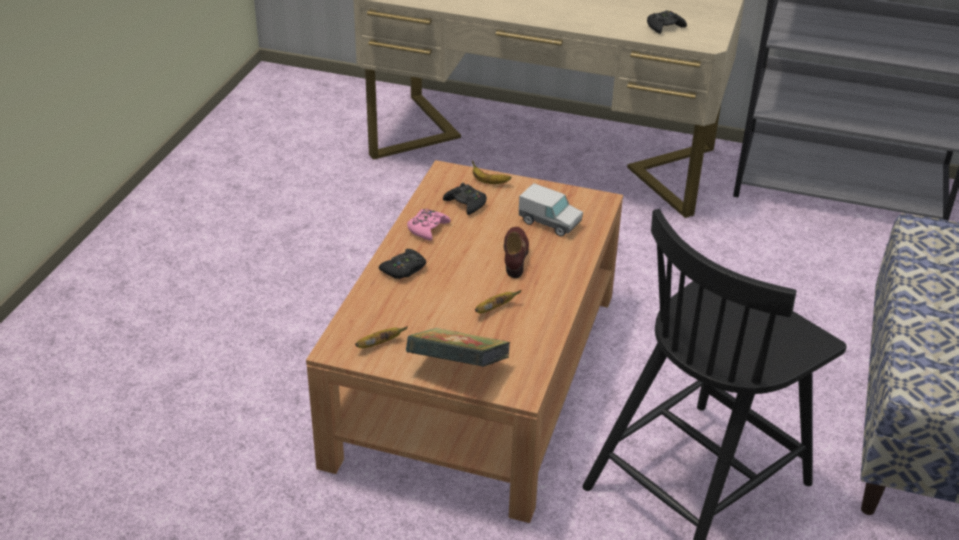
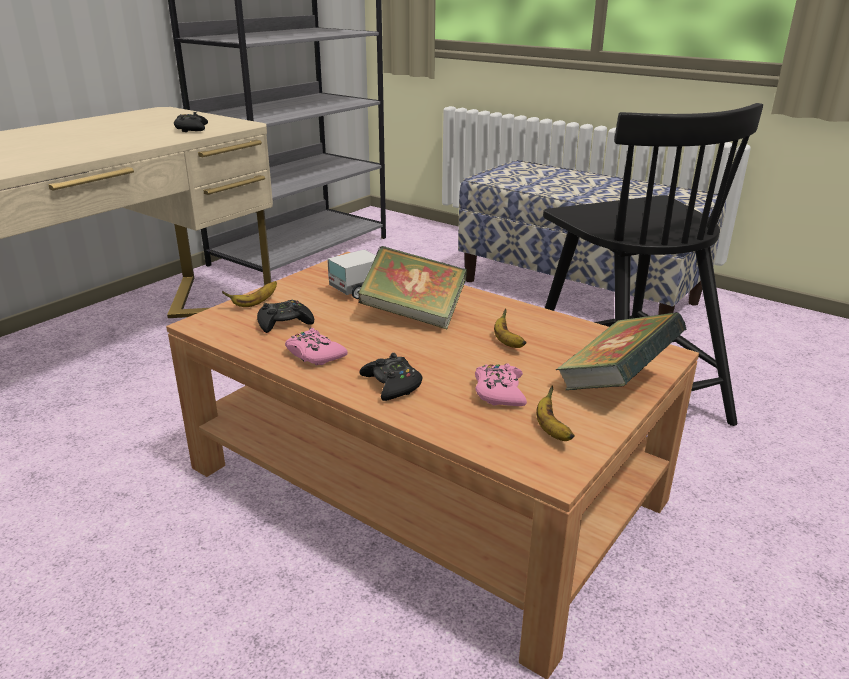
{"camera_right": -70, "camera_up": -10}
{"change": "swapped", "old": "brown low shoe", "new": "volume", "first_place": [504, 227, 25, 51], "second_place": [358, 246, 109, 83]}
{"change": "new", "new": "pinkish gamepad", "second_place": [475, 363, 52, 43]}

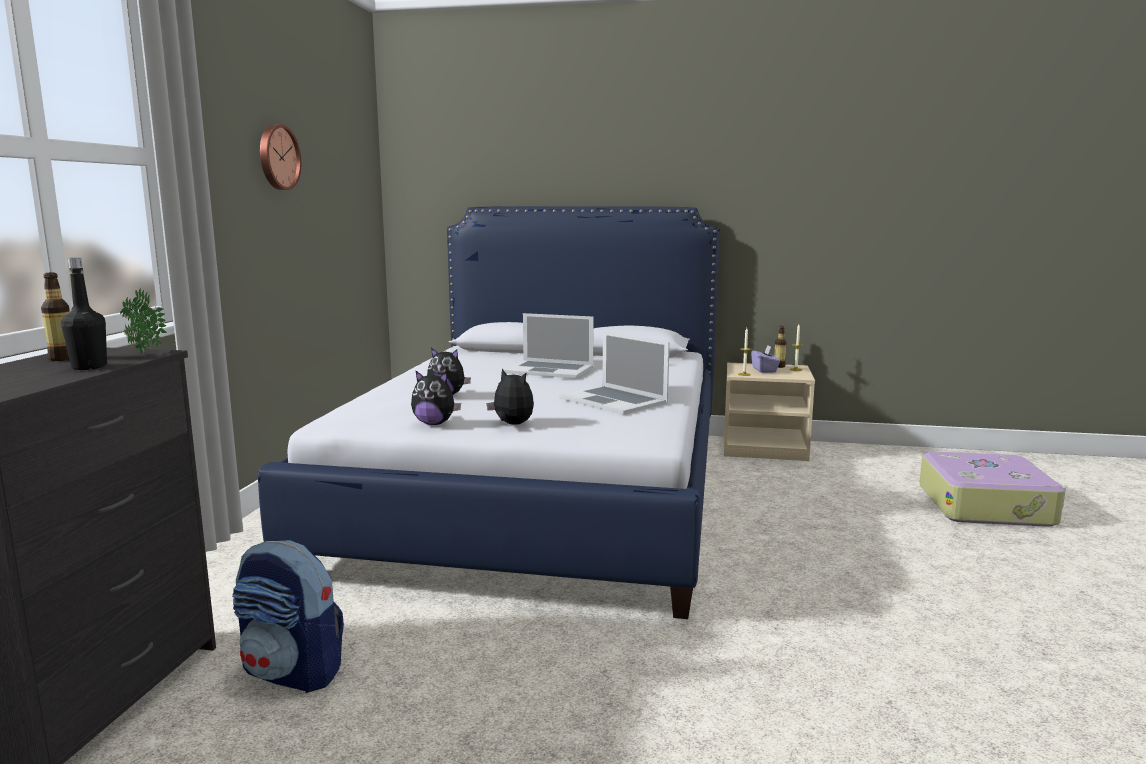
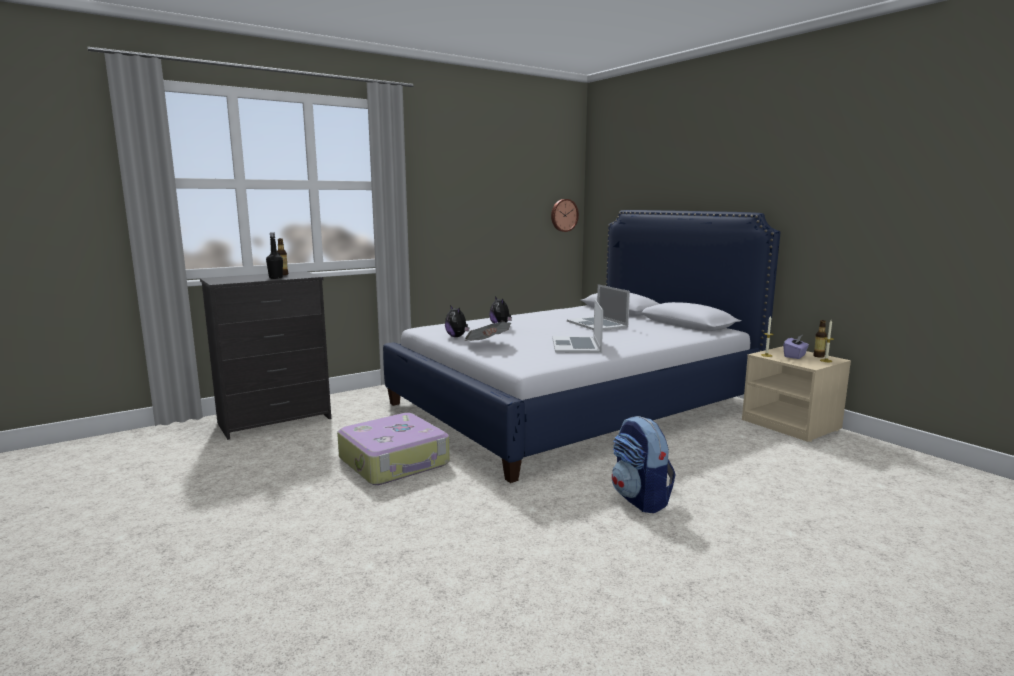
{"camera_right": 45, "camera_up": 0}
{"change": "shifted", "old": "suitcase", "first_place": [919, 452, 147, 75], "second_place": [337, 413, 113, 72]}
{"change": "swapped", "old": "soft toy", "new": "printed paper", "first_place": [487, 368, 47, 57], "second_place": [464, 321, 47, 20]}
{"change": "shifted", "old": "wall clock", "first_place": [260, 124, 41, 66], "second_place": [551, 199, 28, 33]}
{"change": "shifted", "old": "knapsack", "first_place": [232, 540, 112, 153], "second_place": [612, 416, 64, 97]}
{"change": "gone", "old": "potted plant", "first_place": [120, 288, 47, 66]}

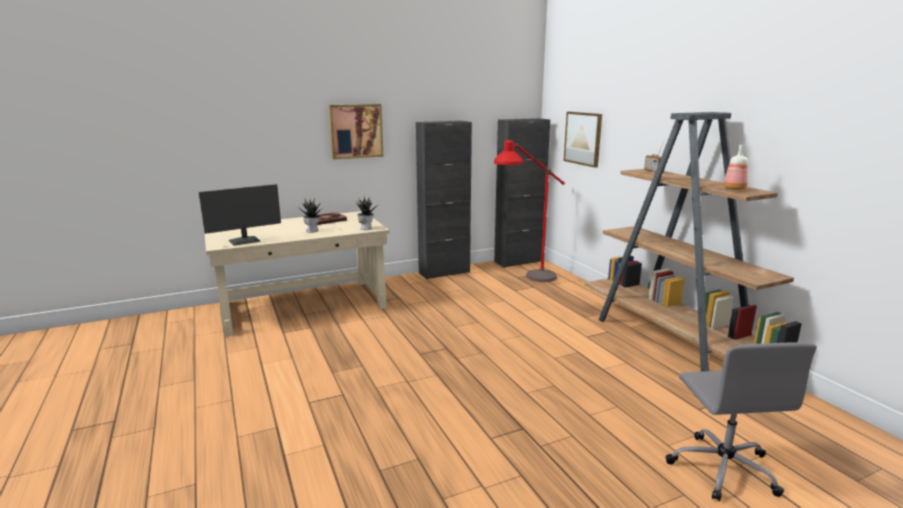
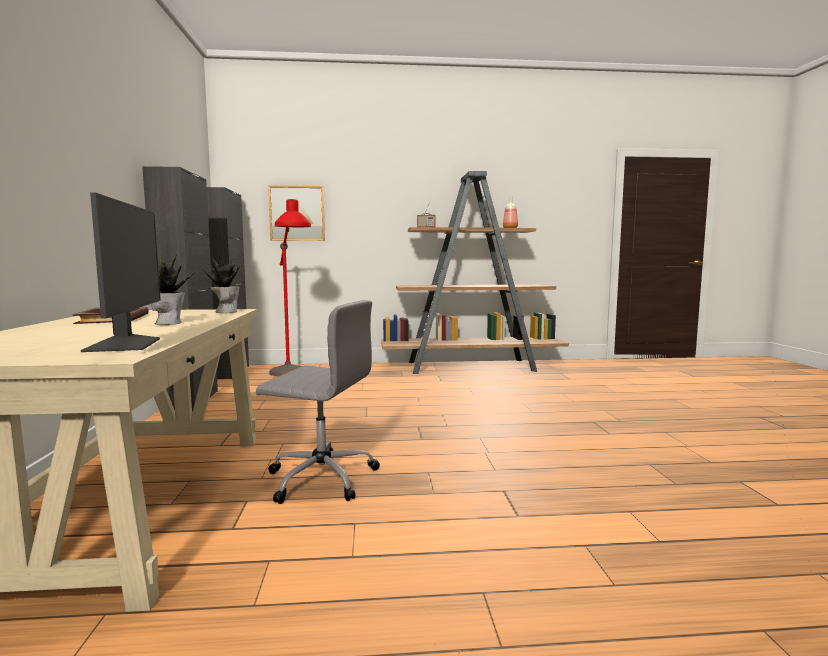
{"camera_right": -70, "camera_up": -10}
{"change": "shifted", "old": "grey computer chair", "first_place": [665, 342, 152, 159], "second_place": [256, 300, 124, 204]}
{"change": "gone", "old": "wall picture", "first_place": [329, 104, 55, 56]}

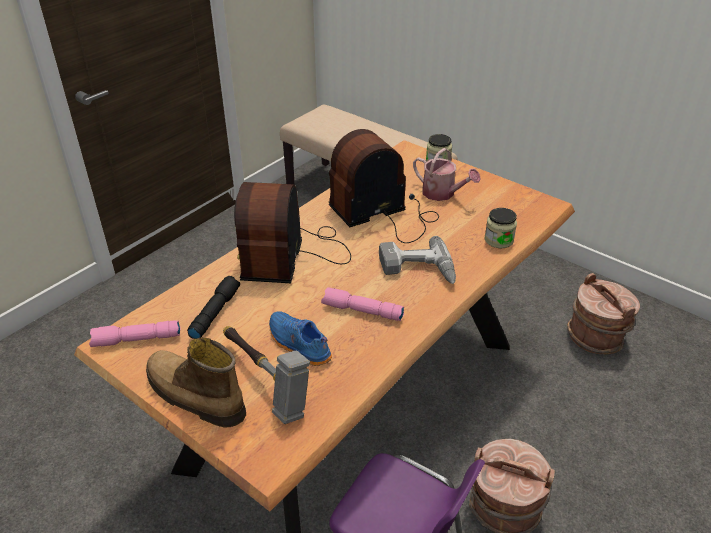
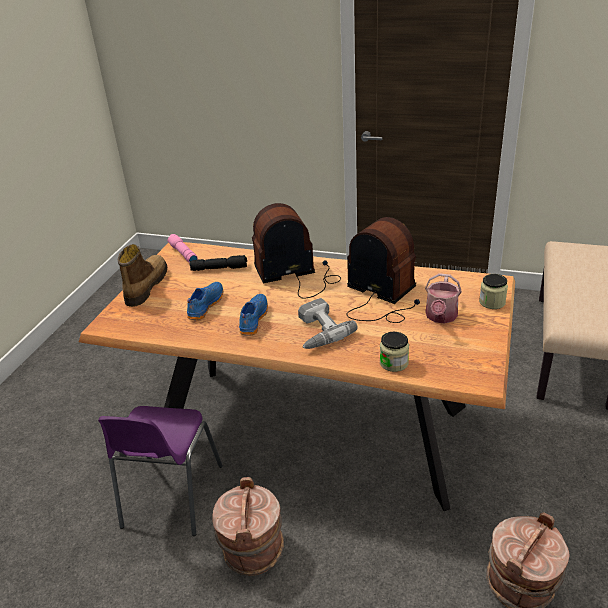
{"camera_right": 70, "camera_up": -5}
{"change": "swapped", "old": "pinkish flashlight", "new": "blue low shoe", "first_place": [321, 287, 83, 34], "second_place": [239, 294, 29, 42]}
{"change": "gone", "old": "hammer", "first_place": [223, 326, 87, 98]}

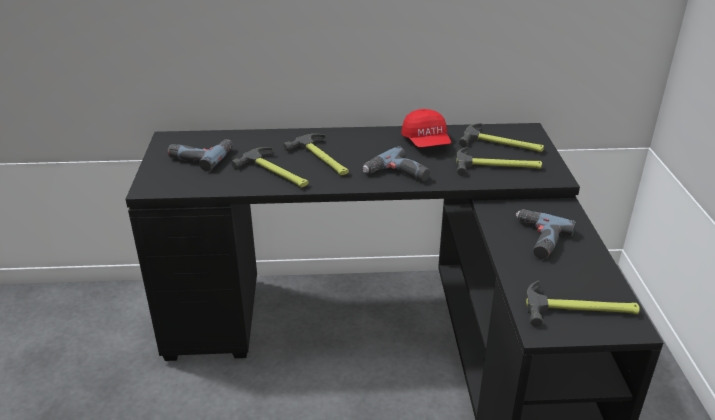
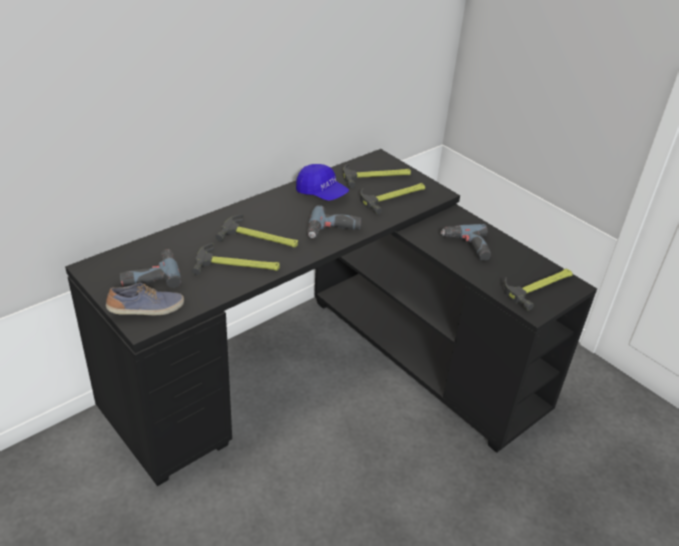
{"camera_right": -40, "camera_up": 5}
{"change": "new", "new": "low shoe", "second_place": [106, 283, 78, 33]}
{"change": "repainted", "old": "red baseball cap", "new": "blue baseball cap", "first_place": [401, 109, 50, 38], "second_place": [296, 164, 53, 37]}

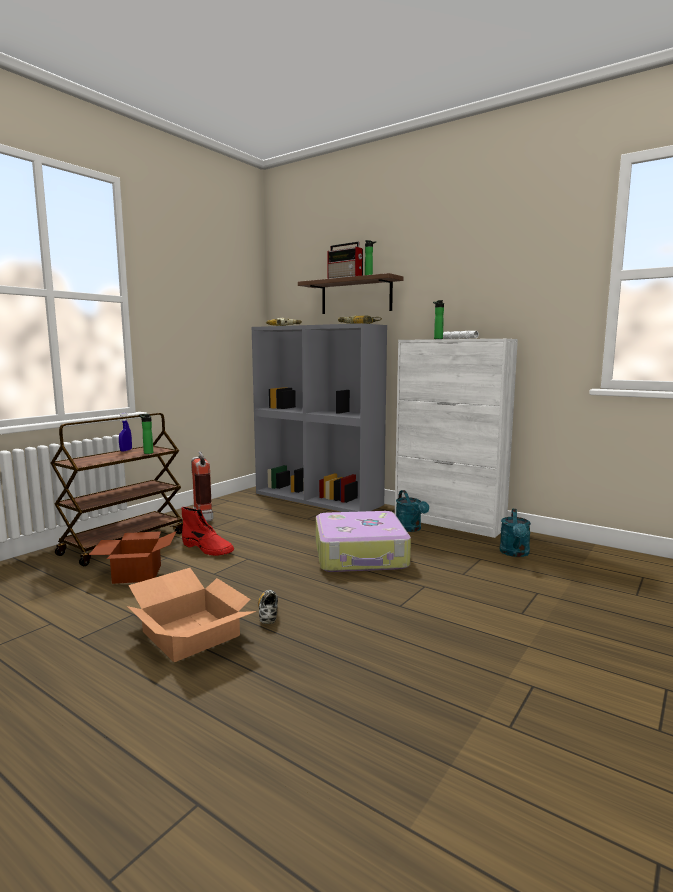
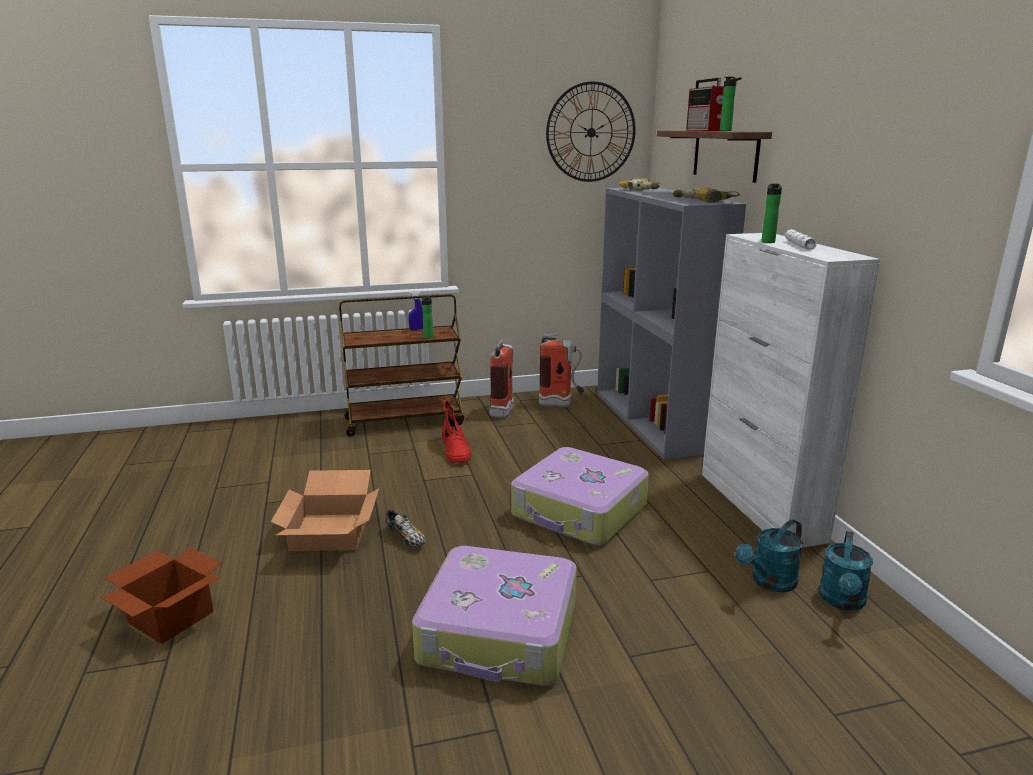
{"camera_right": 40, "camera_up": 10}
{"change": "shifted", "old": "packing box", "first_place": [89, 531, 88, 53], "second_place": [101, 548, 121, 96]}
{"change": "rotated", "old": "low shoe", "first_place": [258, 590, 20, 34], "second_place": [385, 509, 41, 38], "degrees": 105}
{"change": "new", "new": "suitcase", "second_place": [412, 546, 165, 140]}
{"change": "new", "new": "fire-fighting cylinder", "second_place": [538, 333, 47, 74]}
{"change": "new", "new": "wall clock", "second_place": [546, 81, 89, 101]}
{"change": "shifted", "old": "turquoise sprinkling can", "first_place": [396, 490, 33, 42], "second_place": [819, 531, 54, 80]}

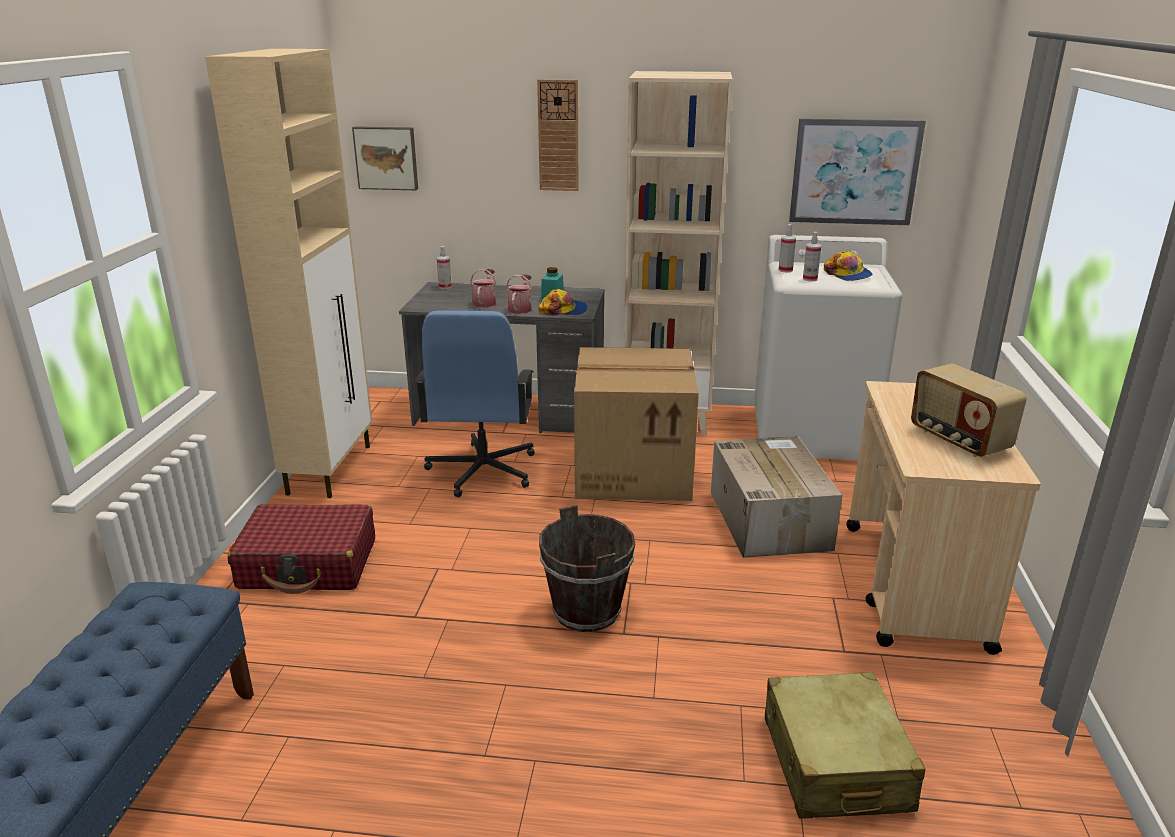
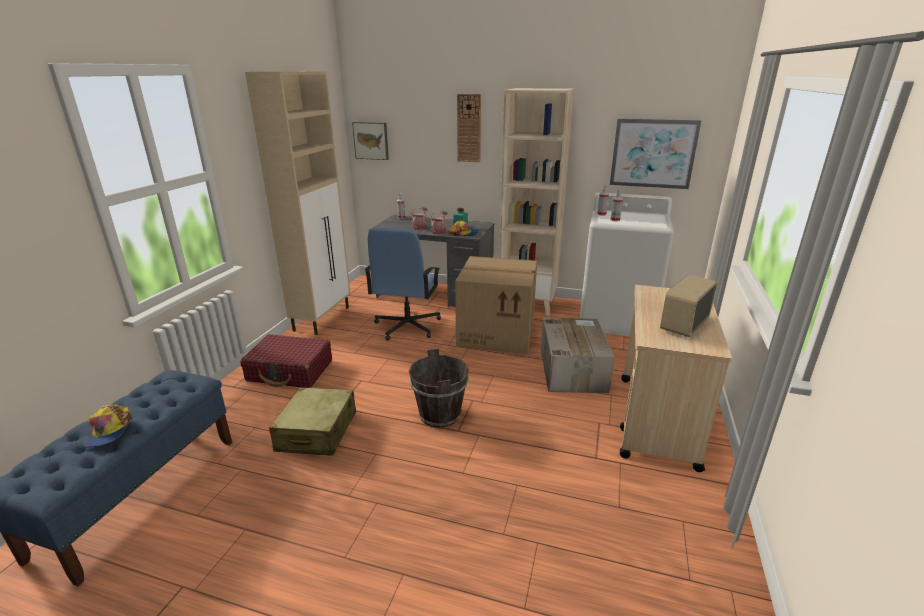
{"camera_right": 10, "camera_up": 0}
{"change": "shifted", "old": "baseball cap", "first_place": [824, 251, 49, 30], "second_place": [83, 405, 49, 43]}
{"change": "shifted", "old": "beige suitcase", "first_place": [765, 672, 161, 147], "second_place": [269, 387, 87, 69]}
{"change": "rotated", "old": "radio set", "first_place": [911, 363, 115, 94], "second_place": [660, 275, 58, 62], "degrees": 60}

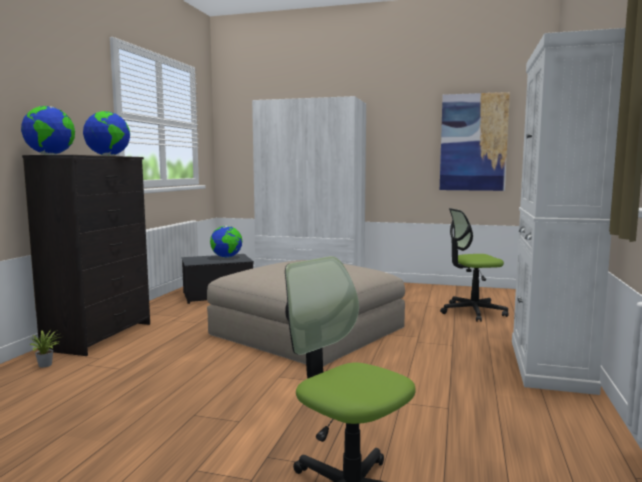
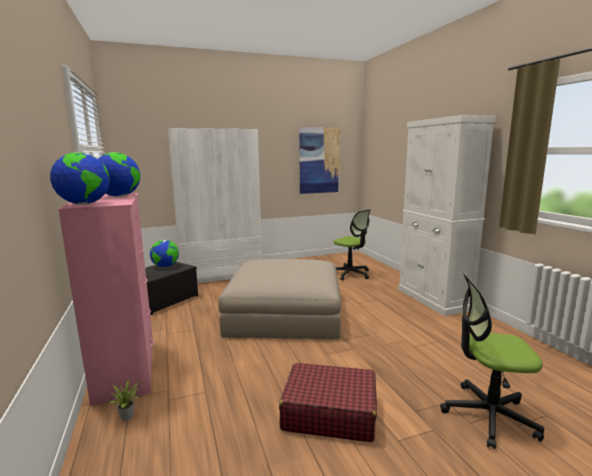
{"camera_right": -35, "camera_up": 5}
{"change": "repainted", "old": "black-coloured dresser", "new": "pinkish dresser", "first_place": [22, 155, 128, 201], "second_place": [58, 193, 96, 213]}
{"change": "new", "new": "red suitcase", "second_place": [279, 363, 98, 79]}
{"change": "rotated", "old": "computer chair", "first_place": [440, 208, 69, 114], "second_place": [334, 209, 36, 71], "degrees": -90}

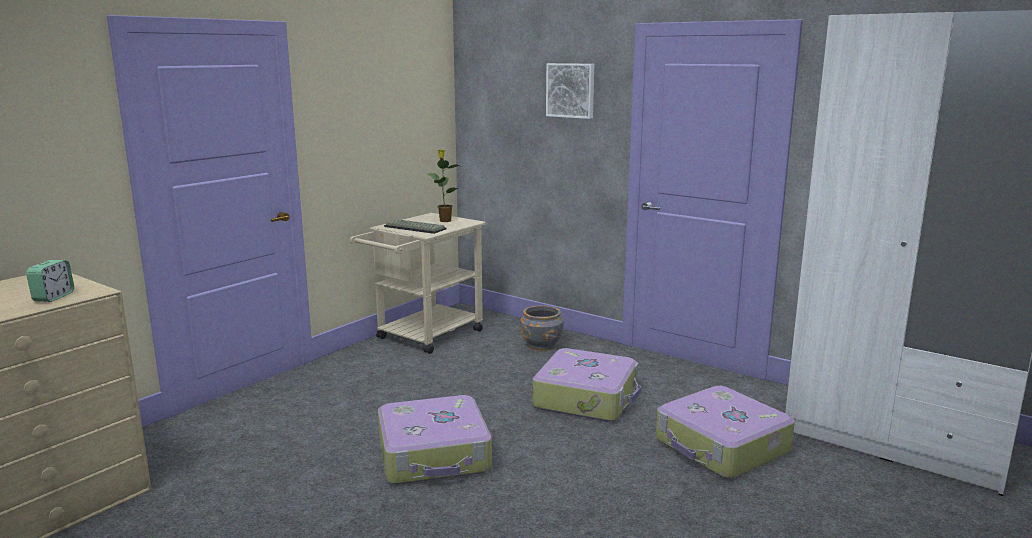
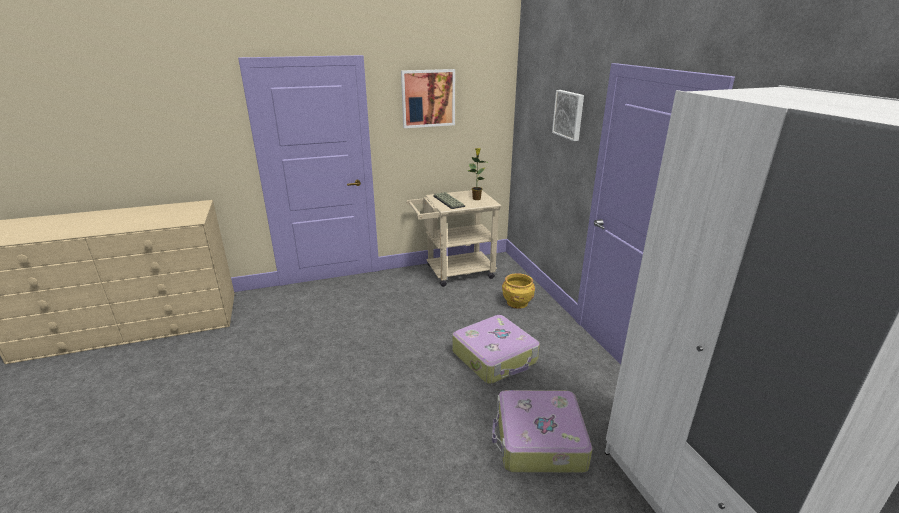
{"camera_right": 35, "camera_up": 10}
{"change": "new", "new": "wall picture", "second_place": [401, 69, 54, 59]}
{"change": "repainted", "old": "grey planter", "new": "yellow planter", "first_place": [520, 305, 44, 46], "second_place": [502, 273, 33, 36]}
{"change": "gone", "old": "bedside clock", "first_place": [26, 260, 48, 42]}
{"change": "gone", "old": "suitcase", "first_place": [378, 395, 114, 89]}

